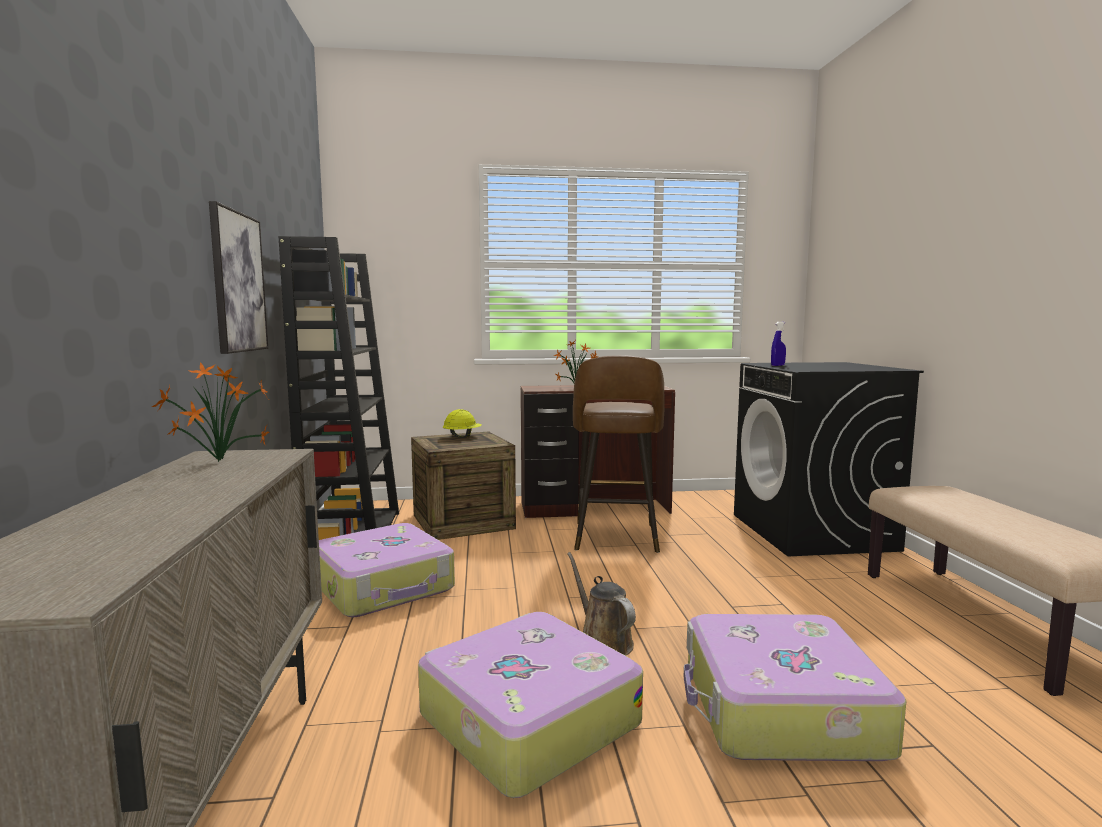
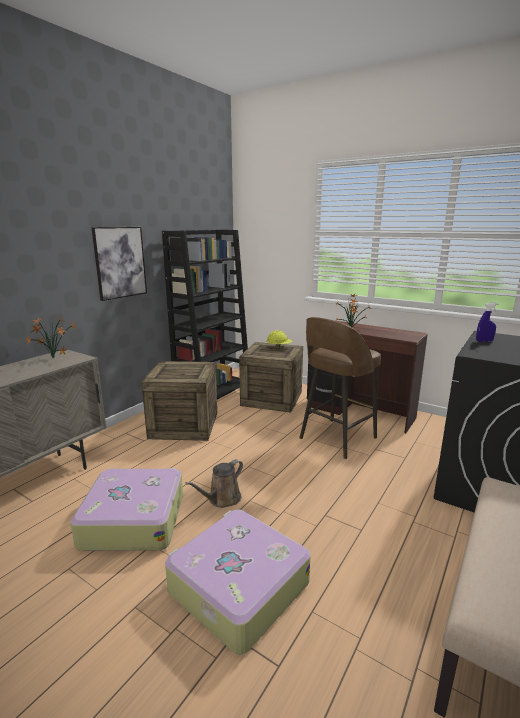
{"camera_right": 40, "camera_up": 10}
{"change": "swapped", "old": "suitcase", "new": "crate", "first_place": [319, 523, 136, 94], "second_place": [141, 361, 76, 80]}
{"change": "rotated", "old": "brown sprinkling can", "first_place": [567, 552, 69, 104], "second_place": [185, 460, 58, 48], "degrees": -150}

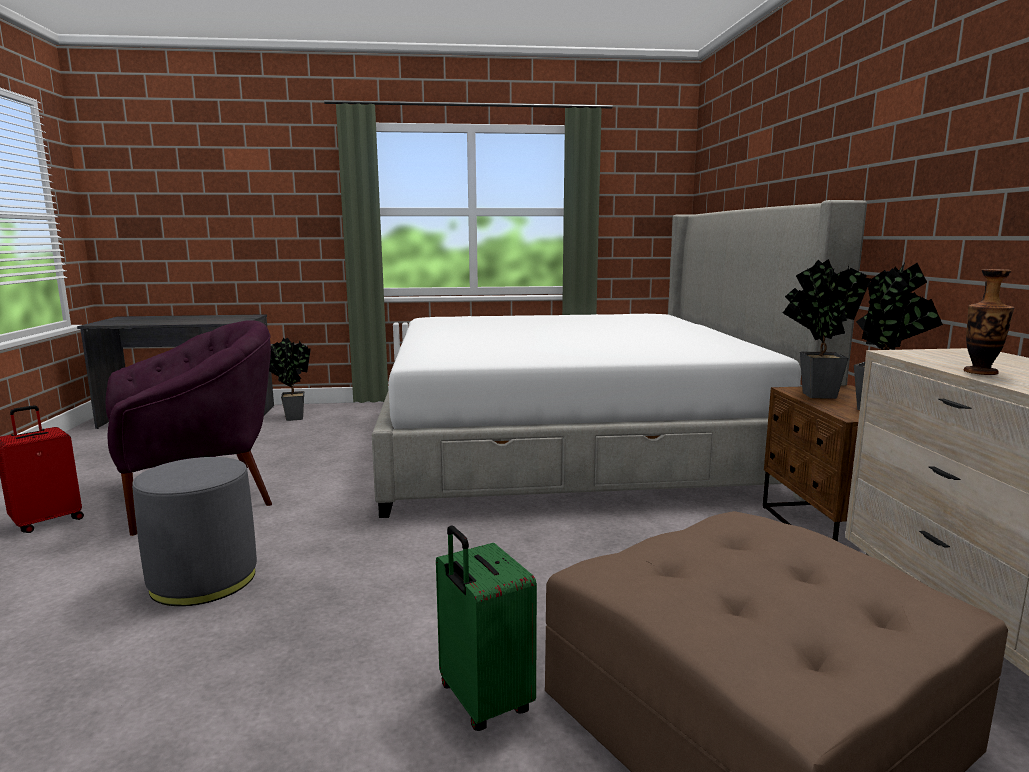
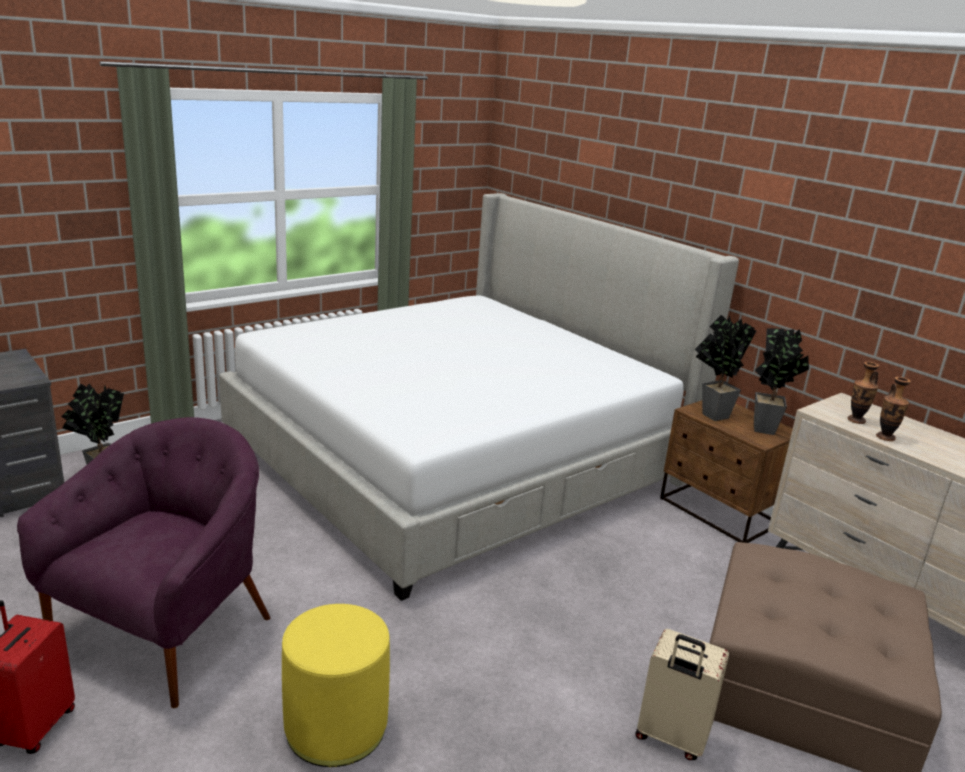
{"camera_right": -35, "camera_up": 10}
{"change": "repainted", "old": "grey ottoman", "new": "yellow ottoman", "first_place": [132, 457, 125, 149], "second_place": [282, 604, 108, 163]}
{"change": "repainted", "old": "green suitcase", "new": "beige suitcase", "first_place": [436, 525, 101, 206], "second_place": [635, 629, 94, 131]}
{"change": "new", "new": "decorative vase", "second_place": [848, 361, 31, 63]}

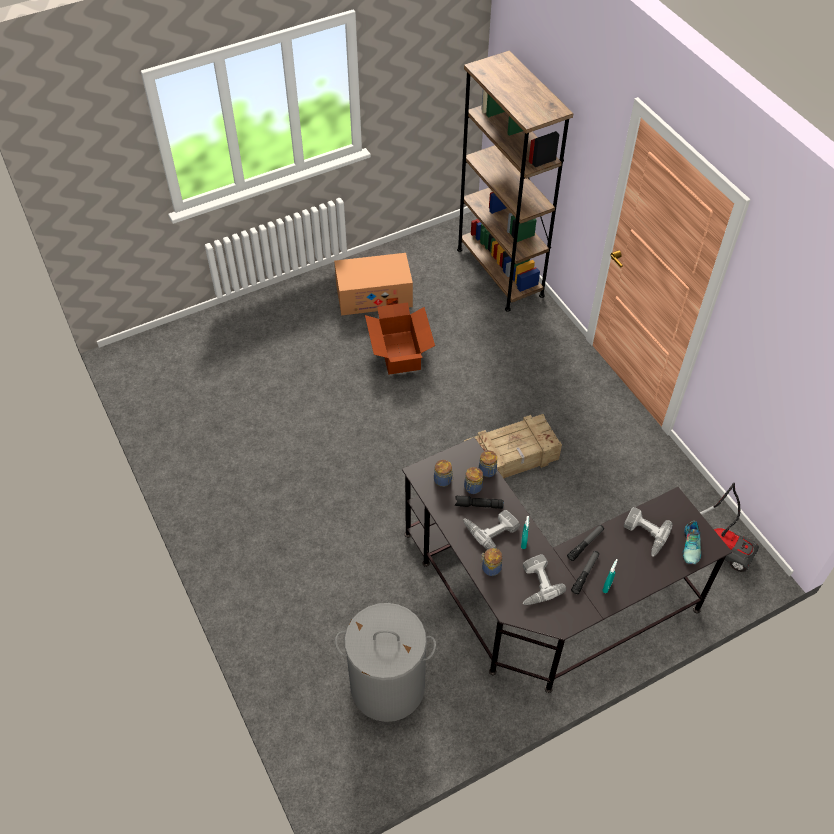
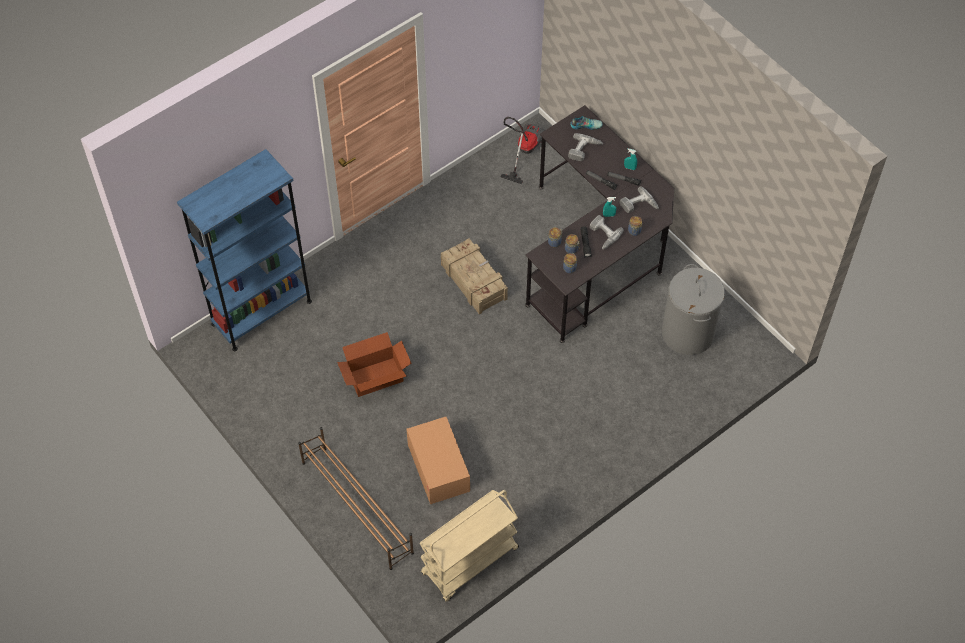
{"camera_right": -100, "camera_up": 5}
{"change": "repainted", "old": "brown shelving unit", "new": "blue shelving unit", "first_place": [457, 51, 117, 261], "second_place": [177, 149, 135, 202]}
{"change": "new", "new": "brown shoe rack", "second_place": [298, 427, 116, 143]}
{"change": "shifted", "old": "packing box", "first_place": [334, 253, 79, 63], "second_place": [407, 417, 63, 87]}
{"change": "new", "new": "beige wheeled cart", "second_place": [420, 490, 99, 112]}

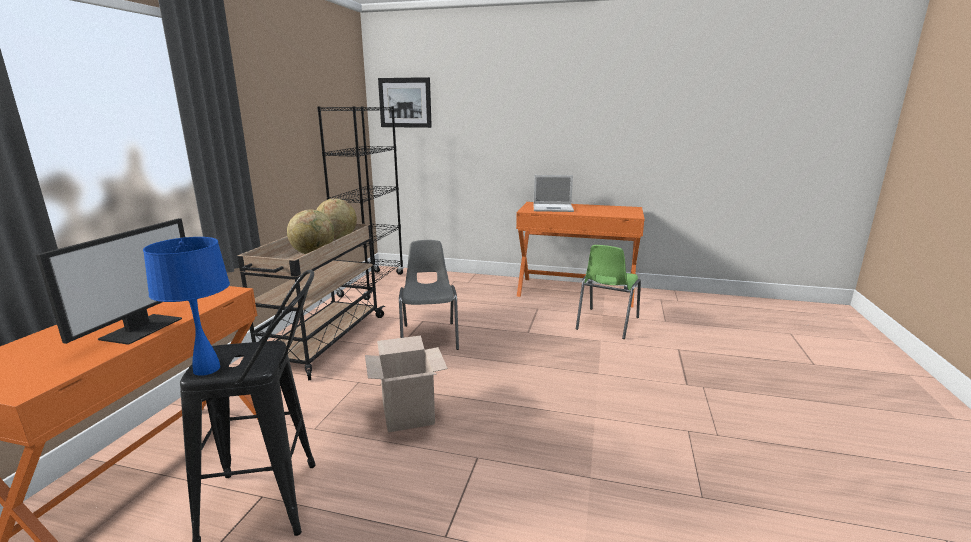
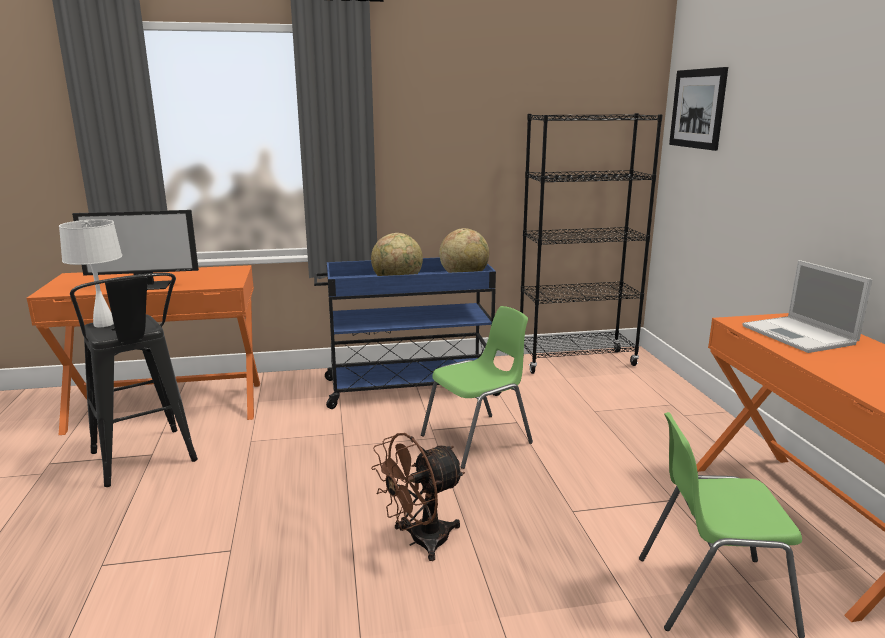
{"camera_right": 65, "camera_up": 0}
{"change": "repainted", "old": "blue tabletop lamp", "new": "whitish tabletop lamp", "first_place": [143, 237, 87, 139], "second_place": [59, 219, 63, 108]}
{"change": "repainted", "old": "beige wheeled cart", "new": "blue wheeled cart", "first_place": [238, 223, 147, 158], "second_place": [314, 257, 187, 152]}
{"change": "new", "new": "brown cooling fan", "second_place": [371, 433, 94, 128]}
{"change": "repainted", "old": "grey upright chair", "new": "green upright chair", "first_place": [399, 240, 60, 110], "second_place": [421, 306, 112, 163]}
{"change": "gone", "old": "packing box", "first_place": [365, 335, 83, 98]}

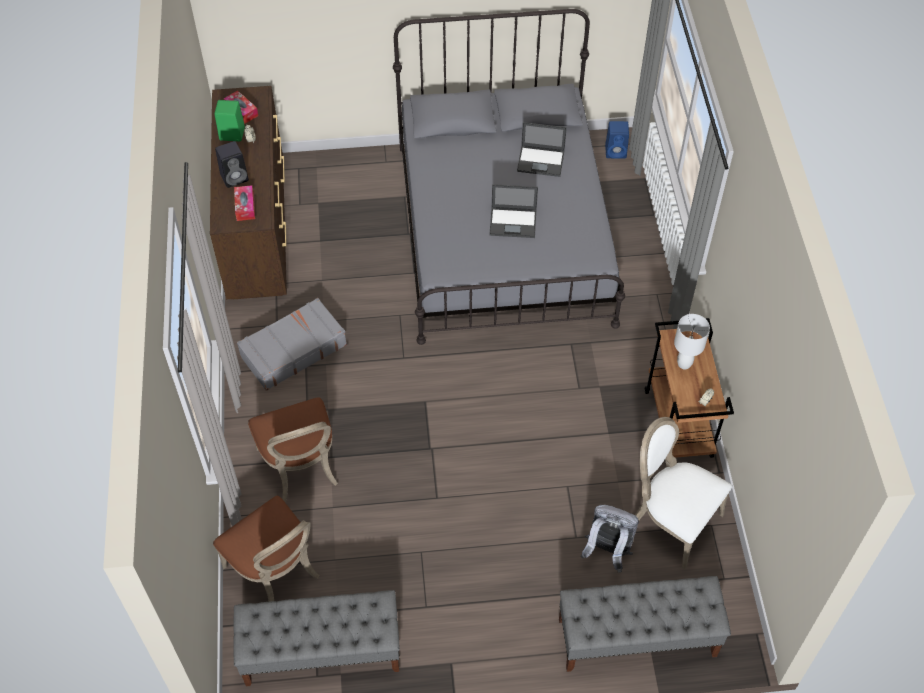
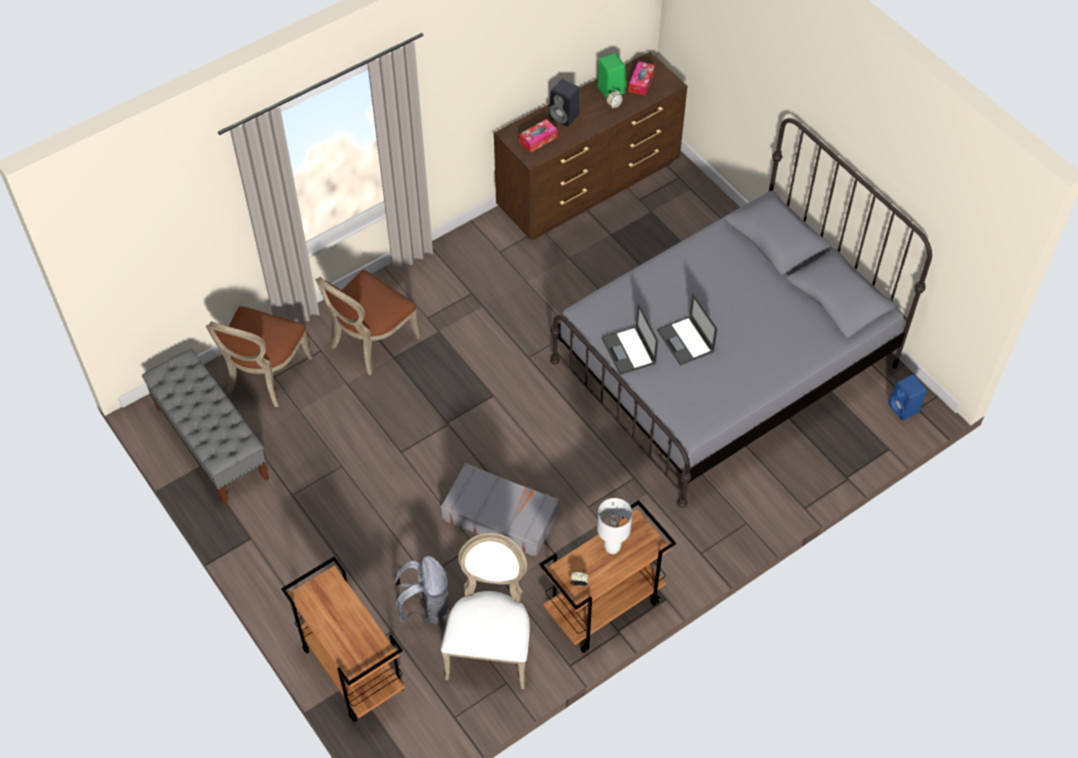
{"camera_right": 60, "camera_up": 0}
{"change": "swapped", "old": "grey indoor bench", "new": "brown wheeled cart", "first_place": [559, 576, 172, 96], "second_place": [281, 556, 124, 166]}
{"change": "shifted", "old": "grey suitcase", "first_place": [237, 298, 110, 93], "second_place": [441, 463, 119, 95]}
{"change": "shifted", "old": "portable computer", "first_place": [517, 122, 50, 55], "second_place": [602, 303, 56, 72]}

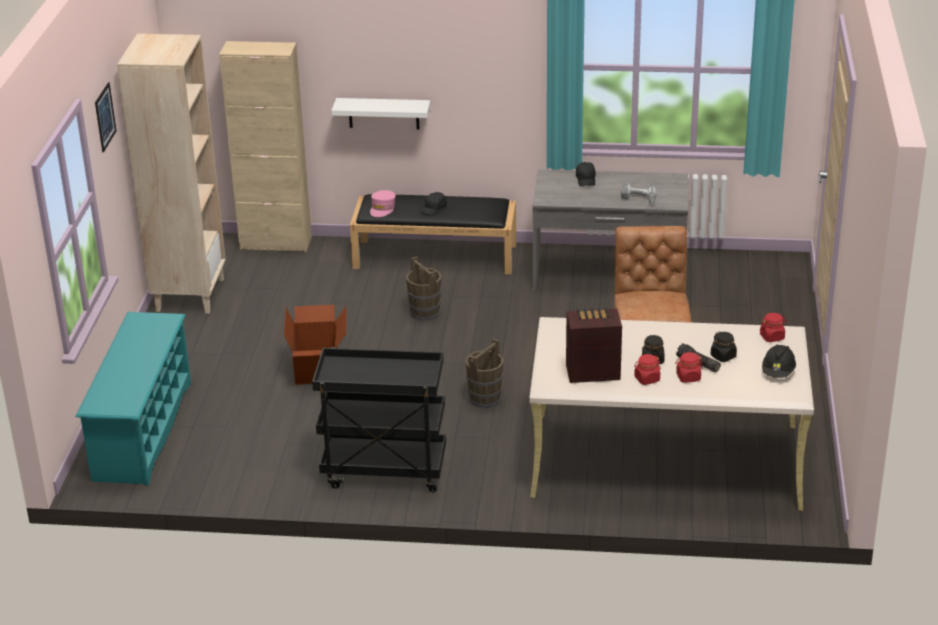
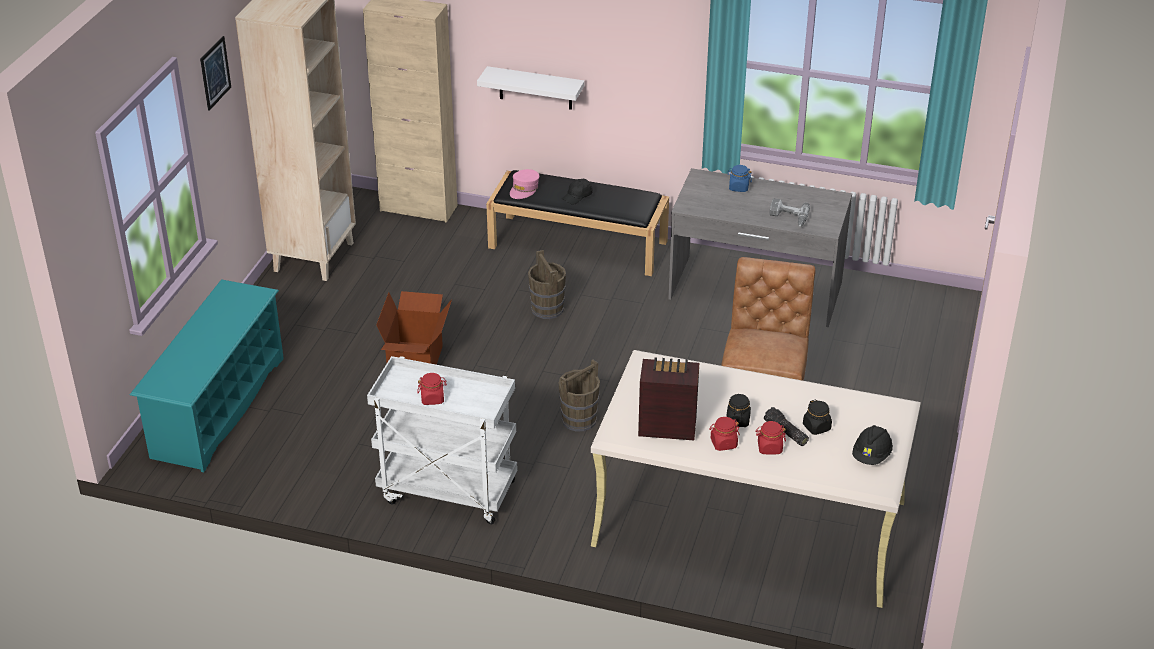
{"camera_right": 10, "camera_up": 5}
{"change": "repainted", "old": "black-coloured wheeled cart", "new": "whitish wheeled cart", "first_place": [312, 347, 134, 145], "second_place": [367, 356, 150, 168]}
{"change": "shifted", "old": "red jar", "first_place": [760, 313, 27, 29], "second_place": [417, 373, 30, 32]}
{"change": "swapped", "old": "black-coloured baseball cap", "new": "blue jar", "first_place": [576, 162, 20, 24], "second_place": [727, 165, 25, 27]}

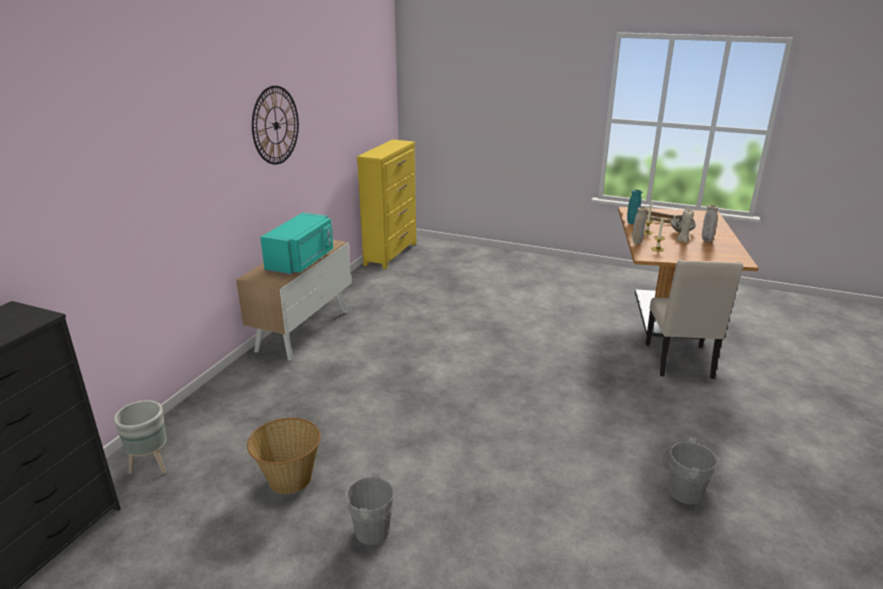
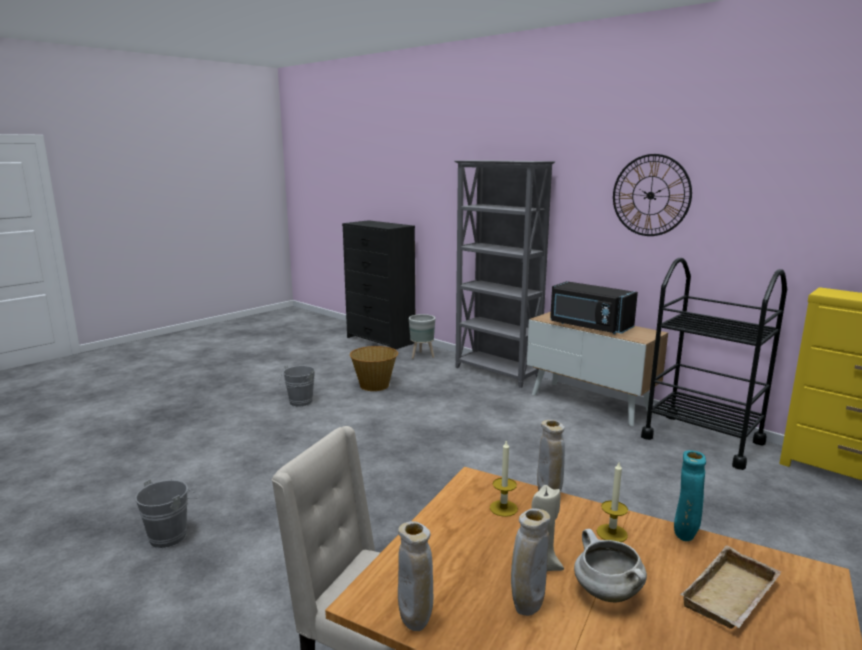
{"camera_right": 110, "camera_up": -10}
{"change": "new", "new": "beige decorative vase", "second_place": [398, 521, 35, 110]}
{"change": "new", "new": "grey shelving unit", "second_place": [454, 160, 101, 228]}
{"change": "repainted", "old": "turquoise kitchen microwave", "new": "black-coloured kitchen microwave", "first_place": [260, 212, 73, 63], "second_place": [550, 281, 88, 53]}
{"change": "new", "new": "black-coloured wheeled cart", "second_place": [641, 258, 146, 212]}

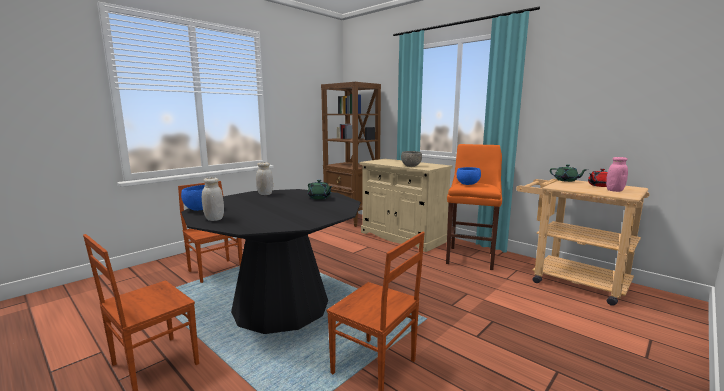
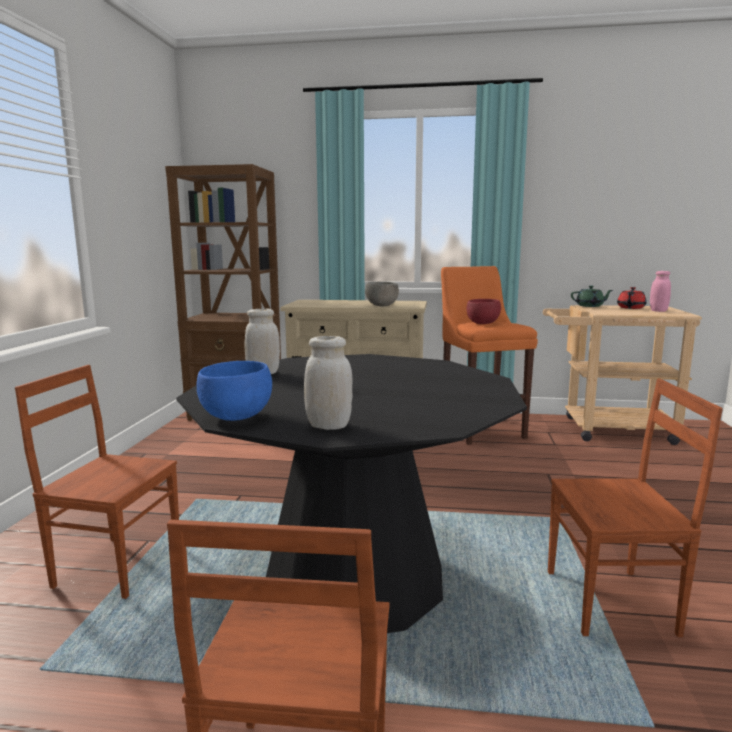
{"camera_right": -35, "camera_up": 0}
{"change": "repainted", "old": "blue bowl", "new": "red bowl", "first_place": [457, 167, 24, 18], "second_place": [467, 299, 34, 25]}
{"change": "gone", "old": "green pot for tea", "first_place": [308, 180, 25, 19]}

